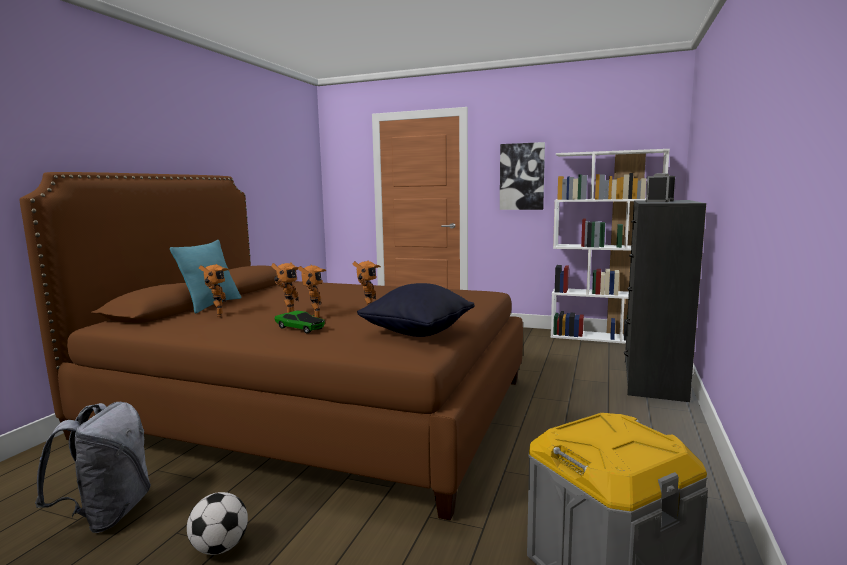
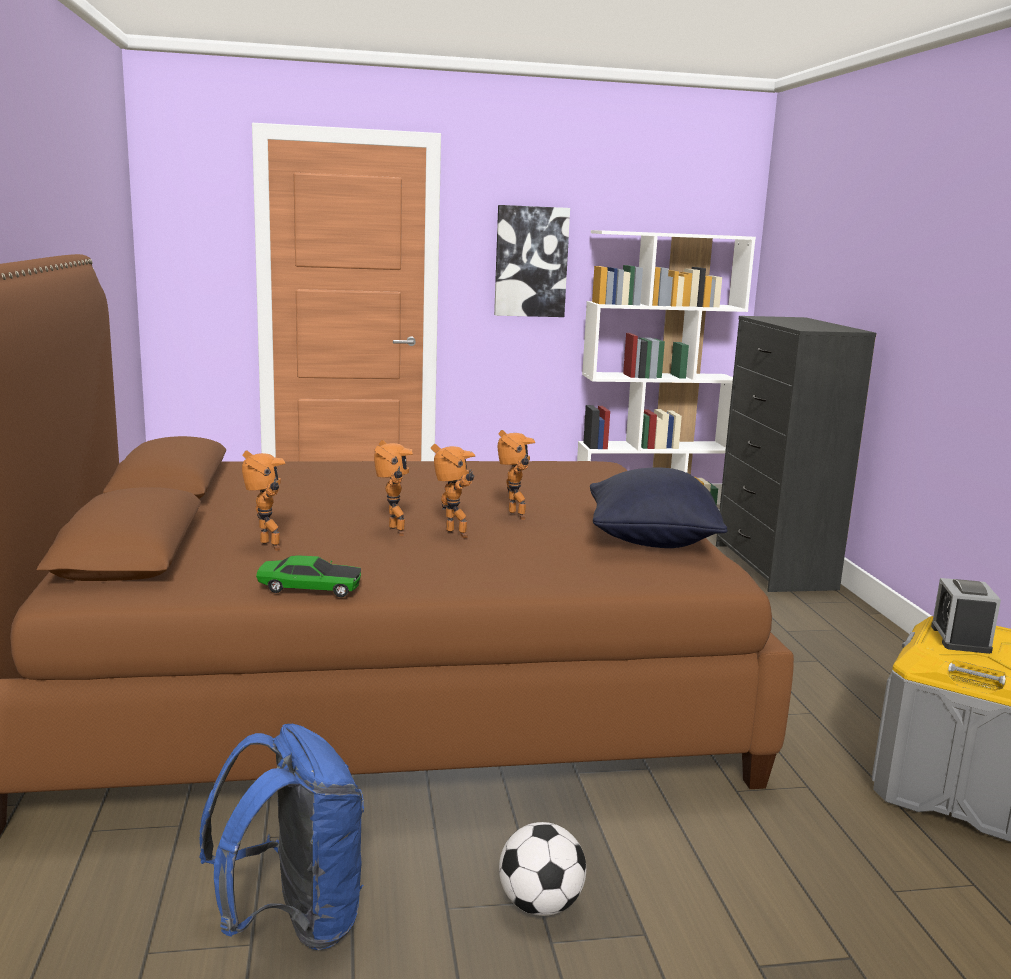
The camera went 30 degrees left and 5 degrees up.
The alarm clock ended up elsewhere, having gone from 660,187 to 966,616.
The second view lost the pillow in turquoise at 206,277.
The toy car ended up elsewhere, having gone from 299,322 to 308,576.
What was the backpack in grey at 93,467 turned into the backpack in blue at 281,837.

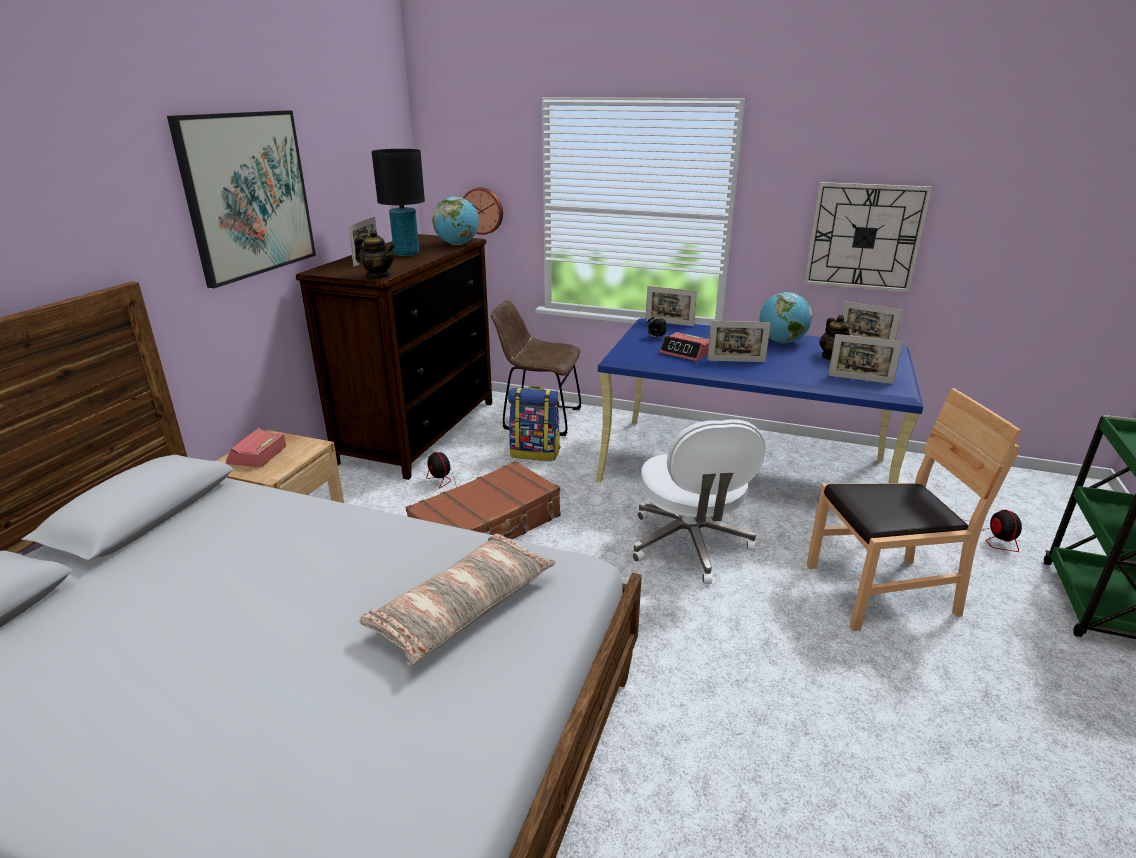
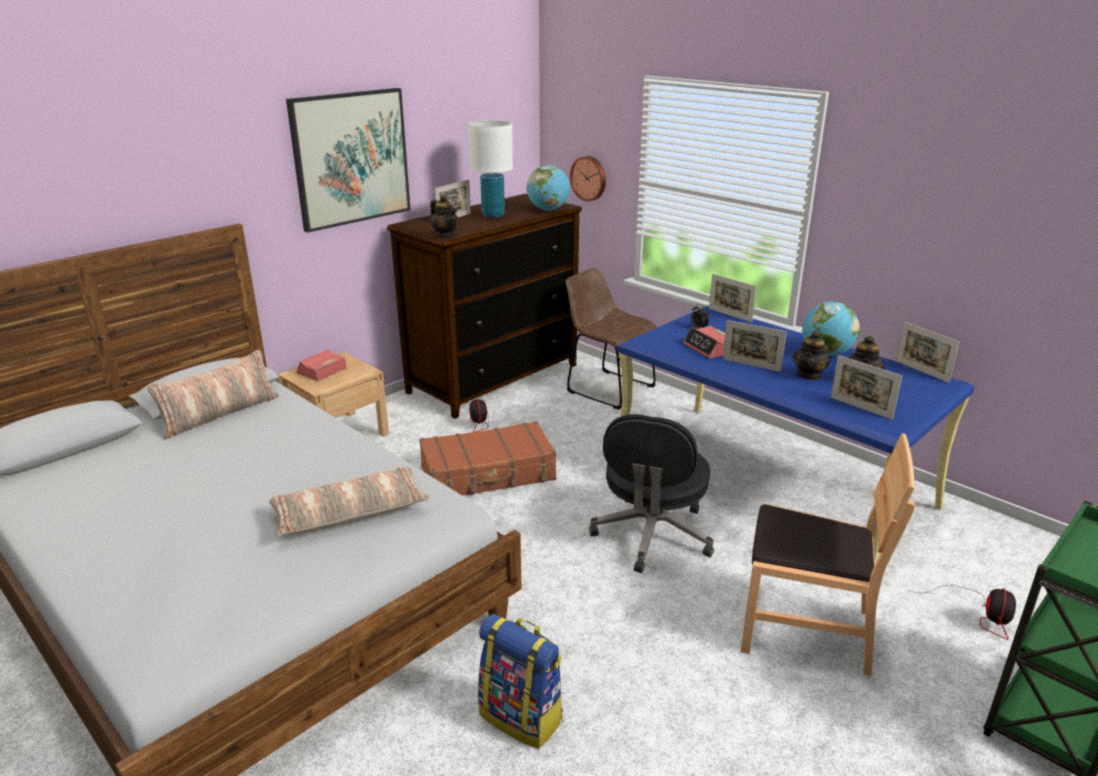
The camera went 25 degrees right and 0 degrees up.
What was the table lamp in black at 398,202 turned into the table lamp in white at 491,169.
The second view lost the wall clock at 868,237.
The backpack ended up elsewhere, having gone from 534,423 to 520,681.
What was the office chair in white at 698,501 turned into the office chair in black at 651,493.
The second view gained the teapot at 811,355.
The second view gained the pillow at 213,394.

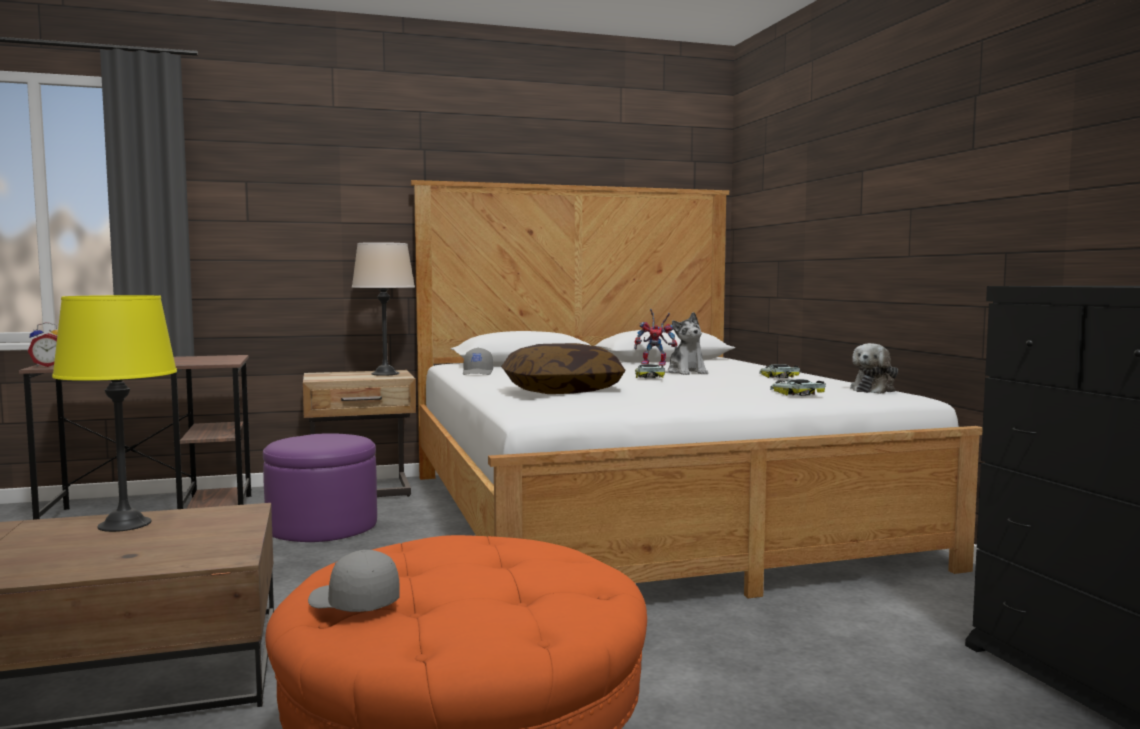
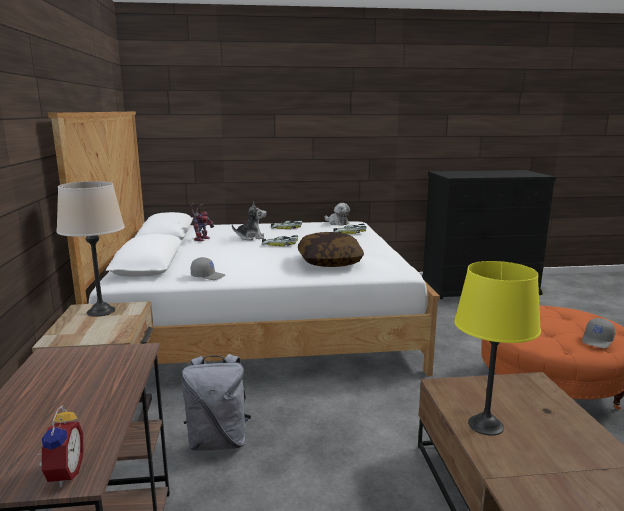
The camera went 80 degrees left and 10 degrees up.
Where the ottoman in purple stood at 320,487, the backpack in grey came to stand at 216,402.

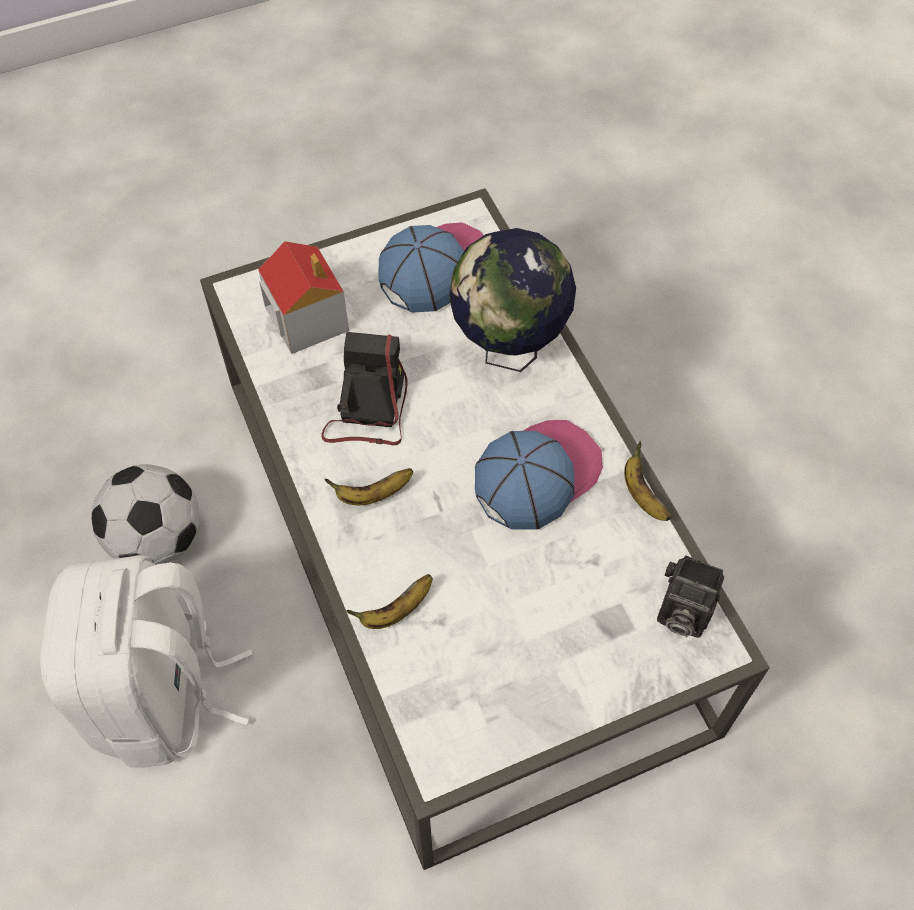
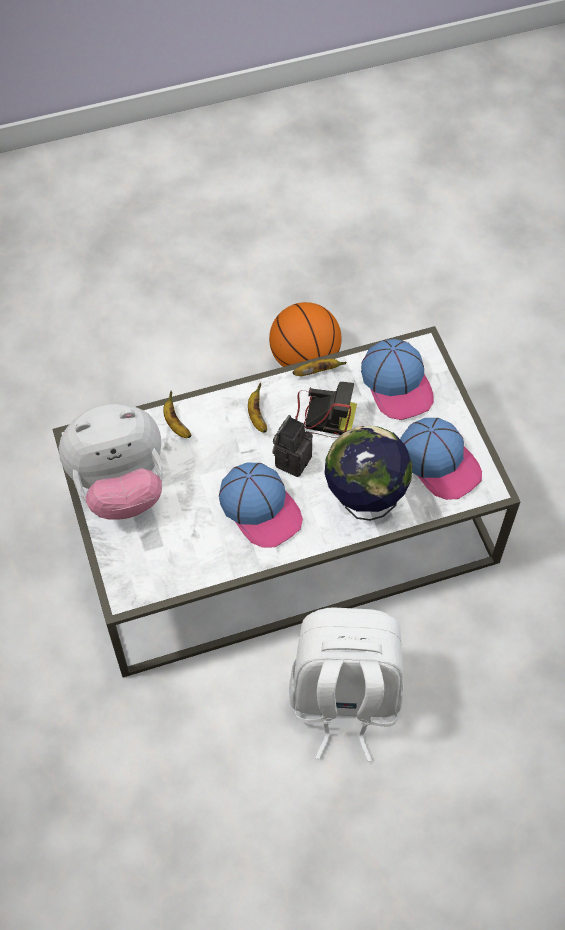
The camera went 95 degrees right and 0 degrees up.
Where the toy house stood at 303,297, the cap came to stand at 397,379.
The banana ended up elsewhere, having gone from 647,481 to 320,367.
Where the football stood at 145,514, the basketball came to stand at 305,334.
The backpack in white ended up elsewhere, having gone from 146,661 to 346,685.
The photo camera ended up elsewhere, having gone from 690,597 to 292,446.
The second view gained the plush toy at 111,462.

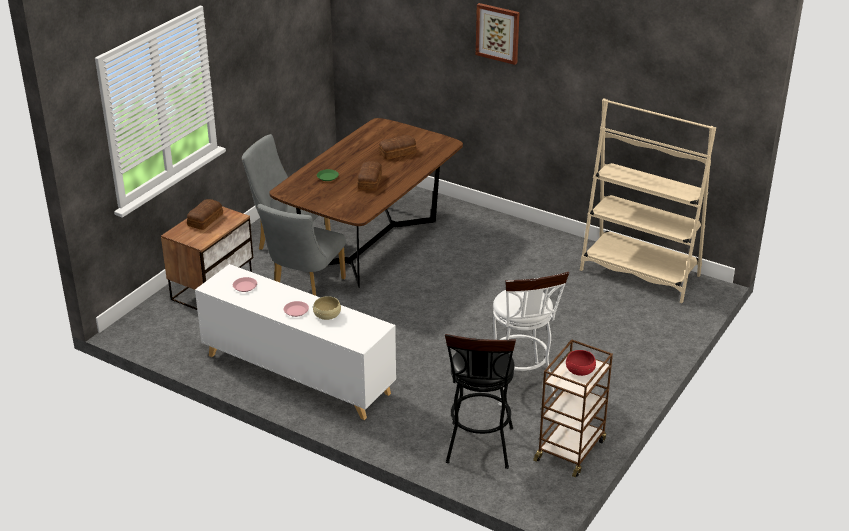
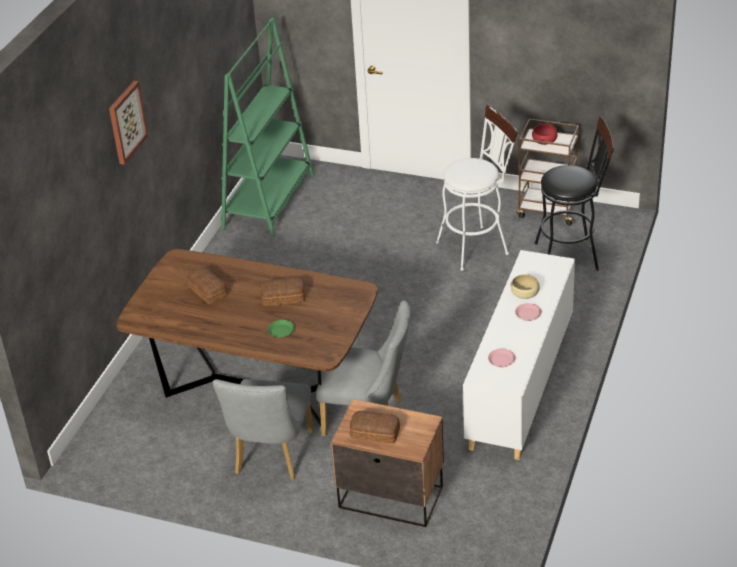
The camera went 100 degrees left and 5 degrees up.
What was the bookcase in beige at 648,200 turned into the bookcase in green at 267,127.

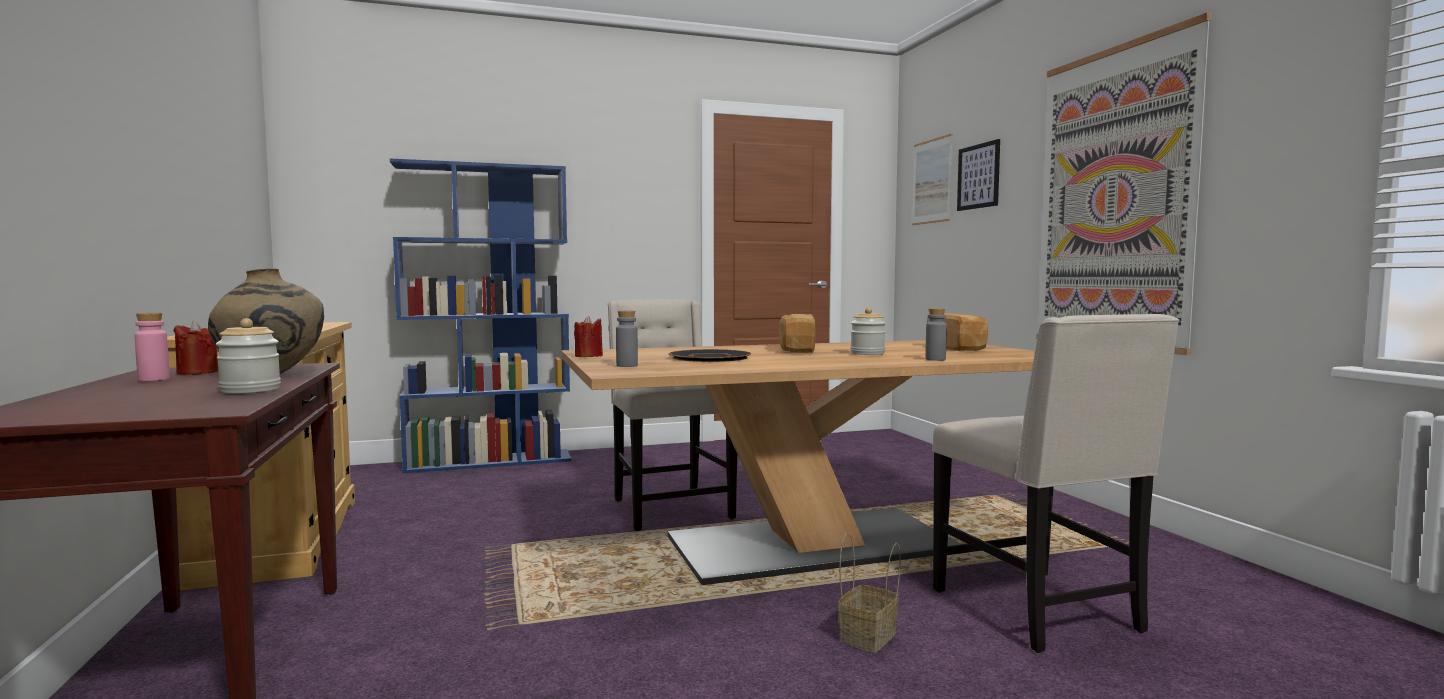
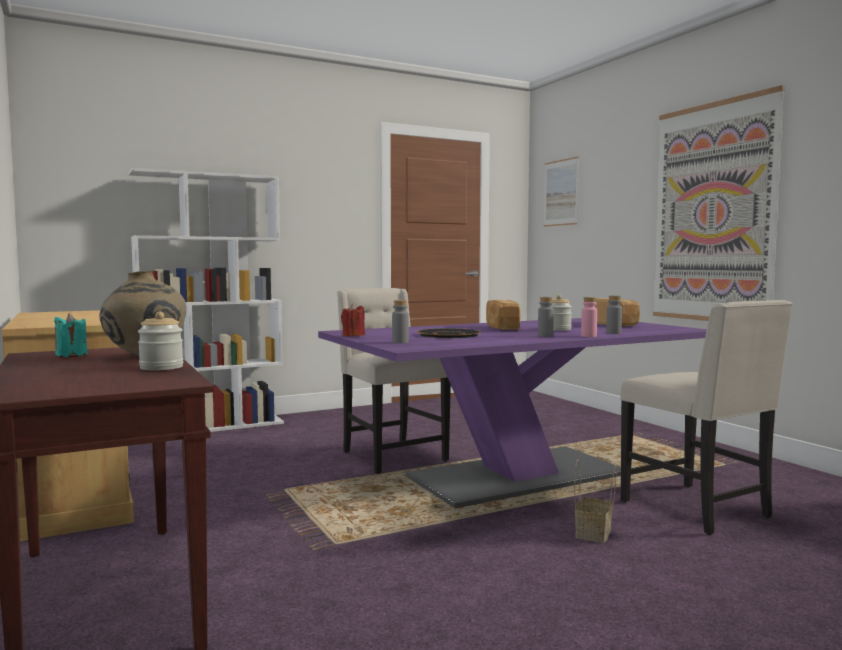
The camera went 10 degrees left and 0 degrees up.
The second view lost the picture at 978,175.
What was the bookcase in blue at 480,316 turned into the bookcase in white at 206,300.
The bottle in pink ended up elsewhere, having gone from 152,347 to 589,317.
What was the candle in red at 195,348 turned into the candle in turquoise at 70,335.
What was the dining table in beige at 798,462 turned into the dining table in purple at 512,413.
The second view gained the bottle in grey at 546,317.

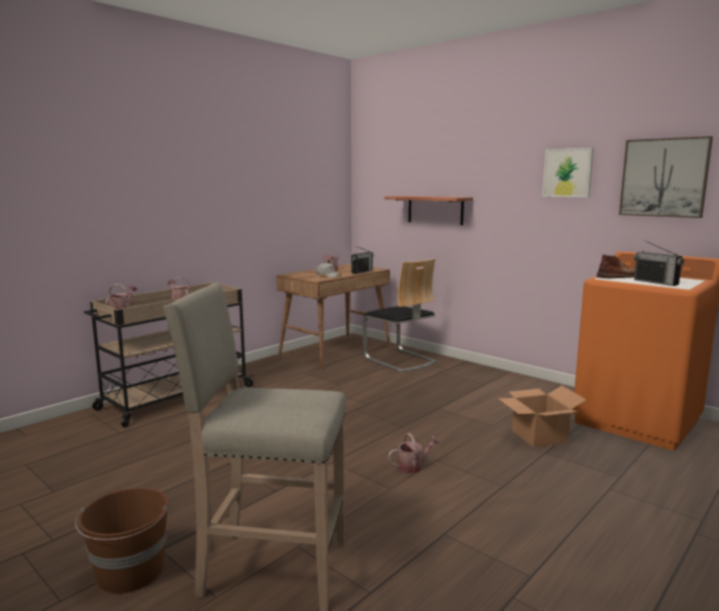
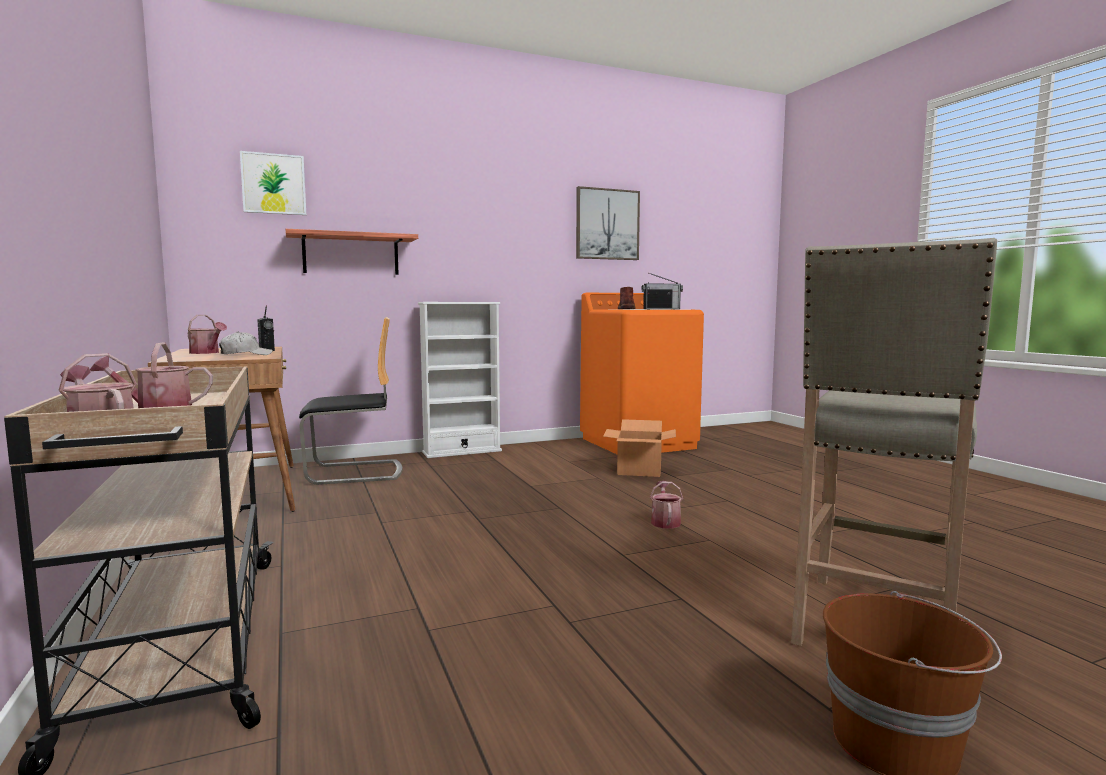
The camera went 65 degrees left and 5 degrees down.
The picture ended up elsewhere, having gone from 567,172 to 273,183.
The second view gained the bookcase in white at 460,380.

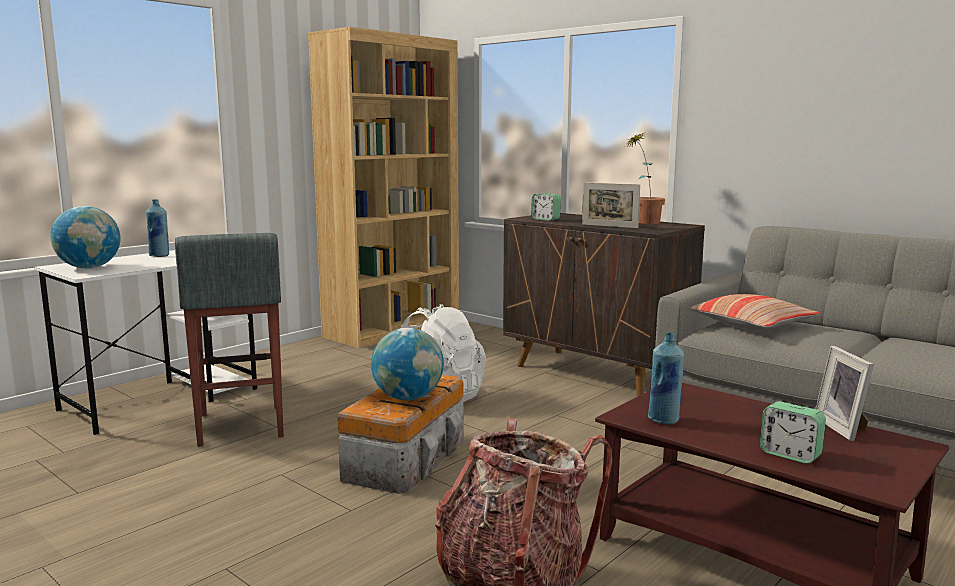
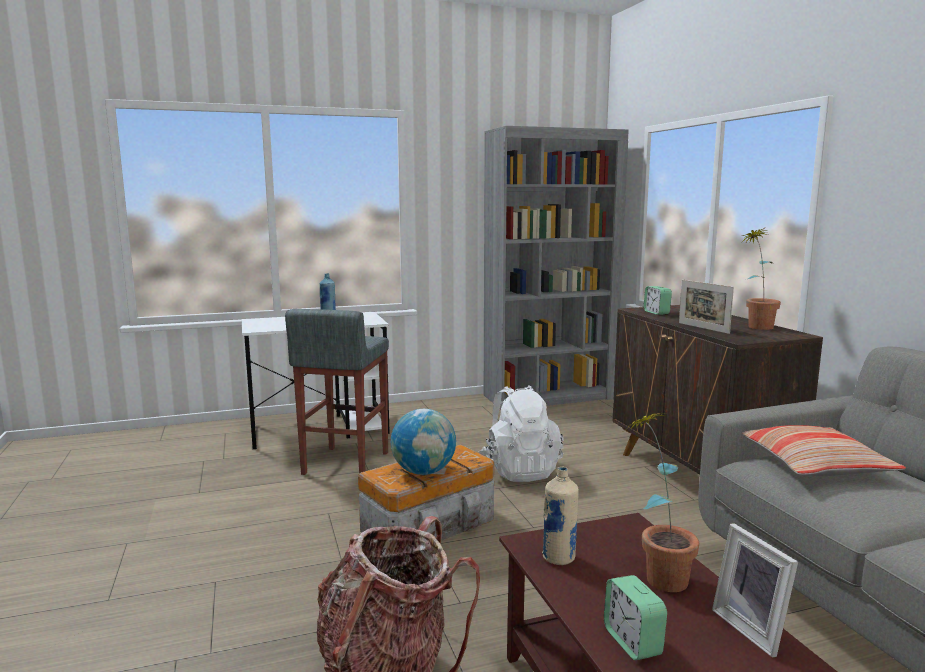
The camera went 30 degrees right and 0 degrees up.
What was the bookcase in brown at 383,187 turned into the bookcase in grey at 556,267.
The second view lost the globe at 85,237.
What was the bottle in blue at 666,378 turned into the bottle in beige at 560,515.
The picture frame at 844,393 ended up facing another way, 45 degrees counterclockwise from before.
The second view gained the potted plant at 661,502.

